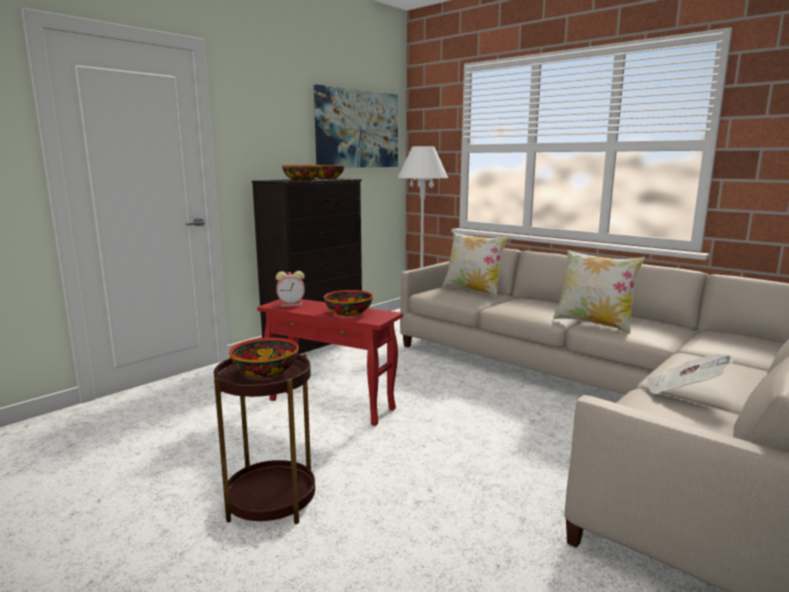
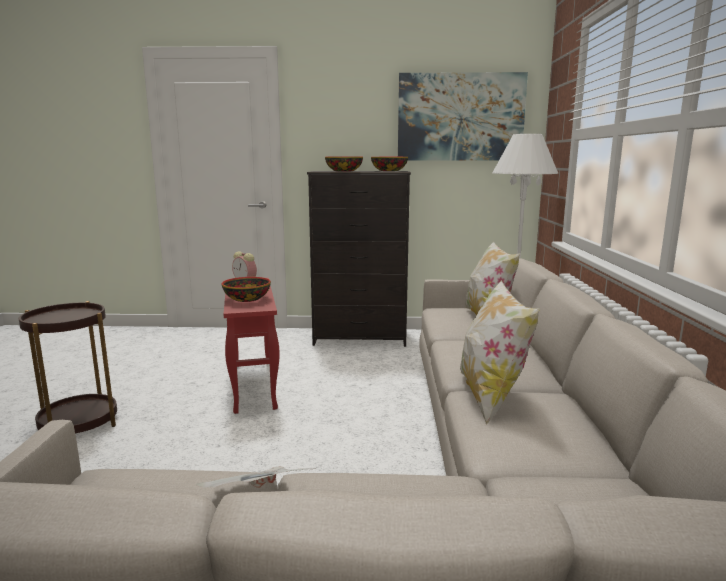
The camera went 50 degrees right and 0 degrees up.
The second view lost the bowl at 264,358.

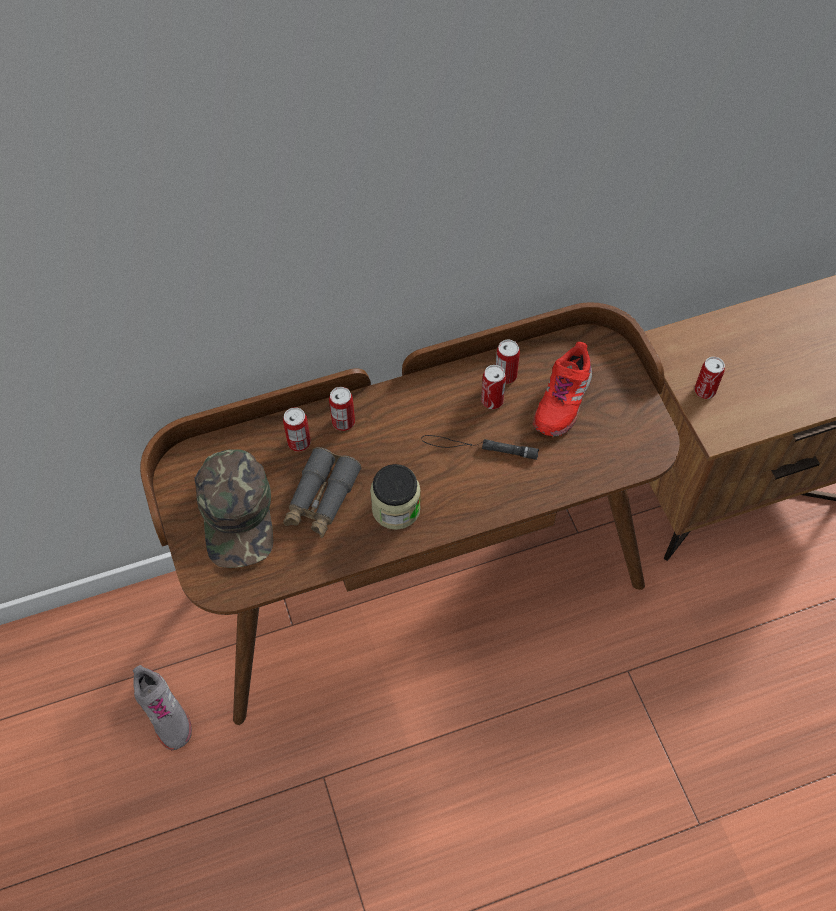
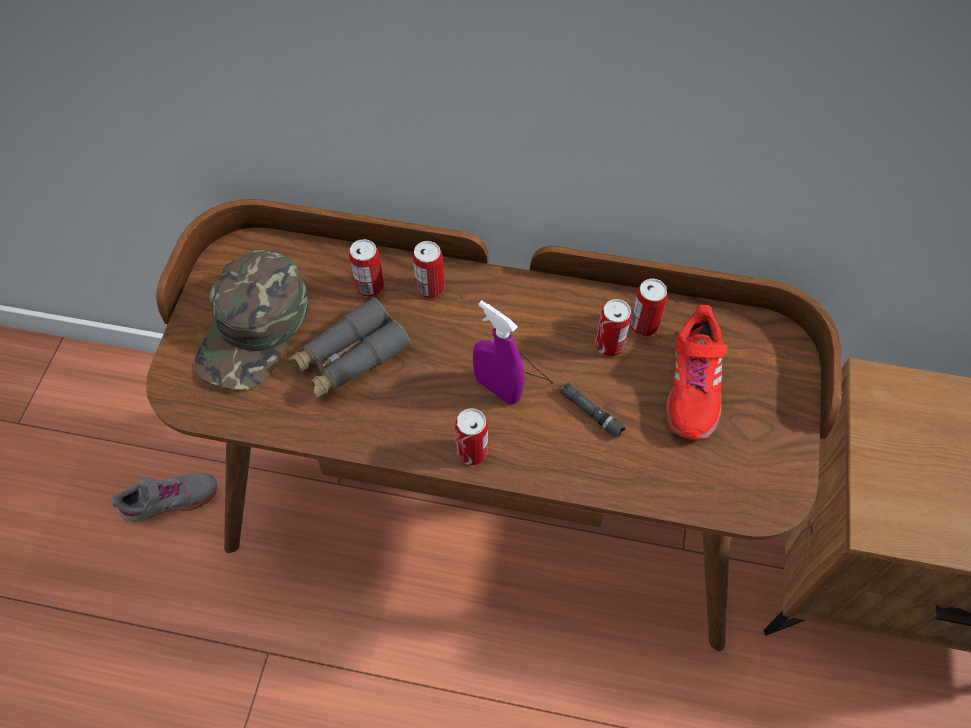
The camera went 30 degrees right and 0 degrees up.
The shoe in red at 562,389 ended up facing another way, 45 degrees counterclockwise from before.
The can ended up elsewhere, having gone from 709,378 to 471,436.
The second view lost the jar at 395,497.
The shoe in grey at 162,707 ended up facing another way, 105 degrees counterclockwise from before.
The second view gained the spray bottle in purple at 498,352.

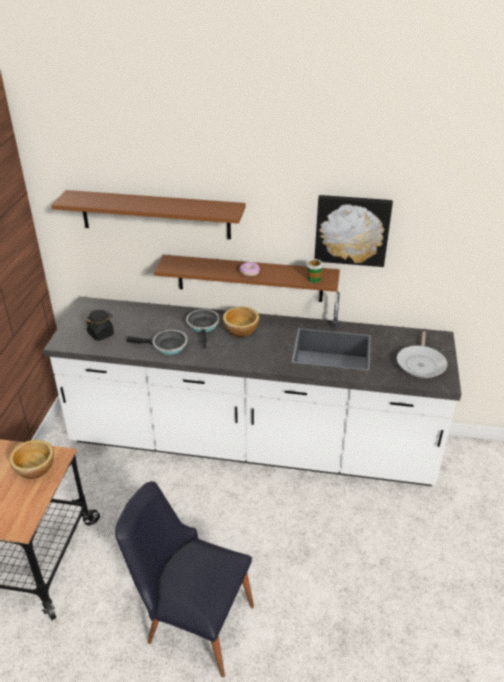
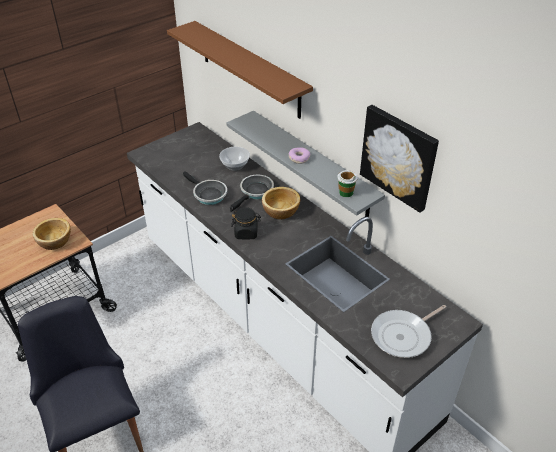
The camera went 40 degrees right and 5 degrees up.
What was the shelf in brown at 247,278 turned into the shelf in grey at 306,164.
The jar in black ended up elsewhere, having gone from 100,325 to 246,223.
The second view gained the bowl at 234,159.

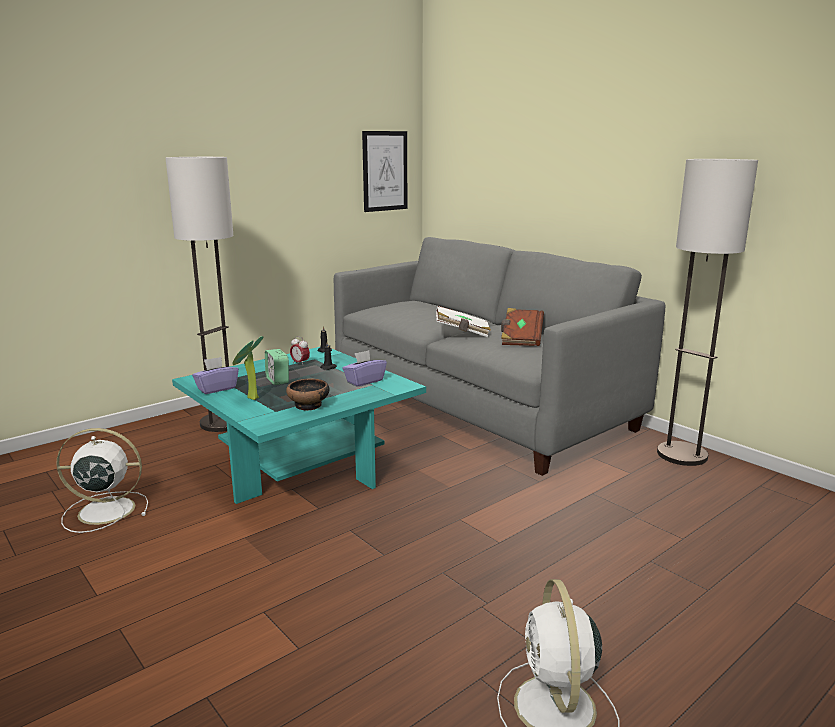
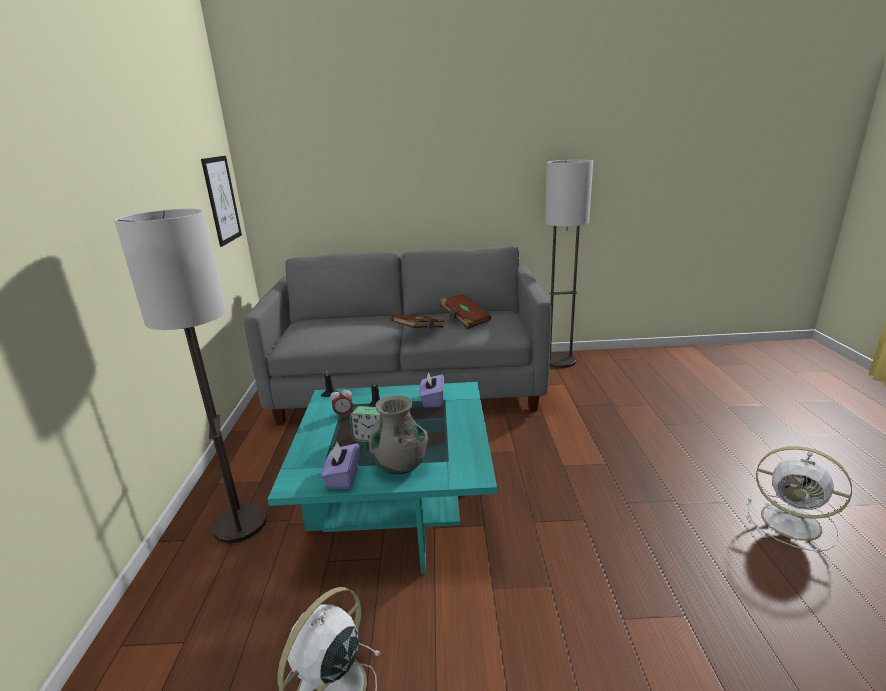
The camera went 50 degrees left and 5 degrees up.
What was the book in white at 463,321 turned into the book in brown at 417,322.
Where the potted plant stood at 247,368, the vase in grey came to stand at 398,435.
The second view lost the bowl at 308,394.

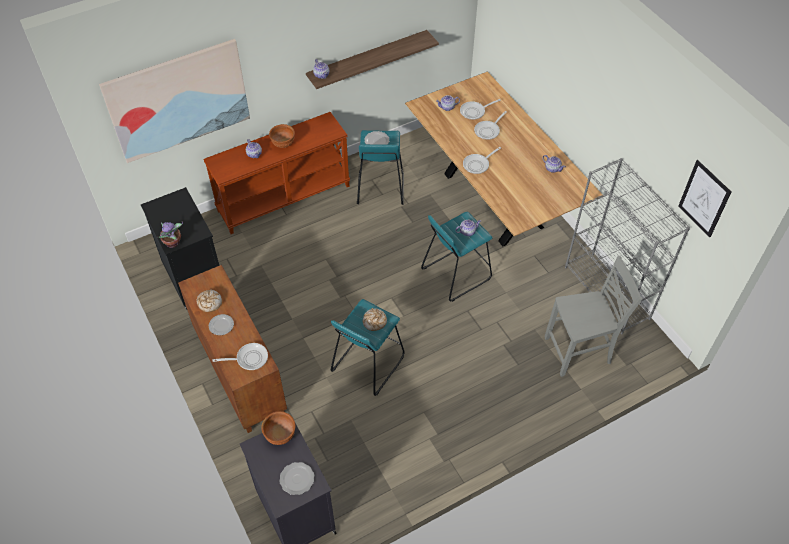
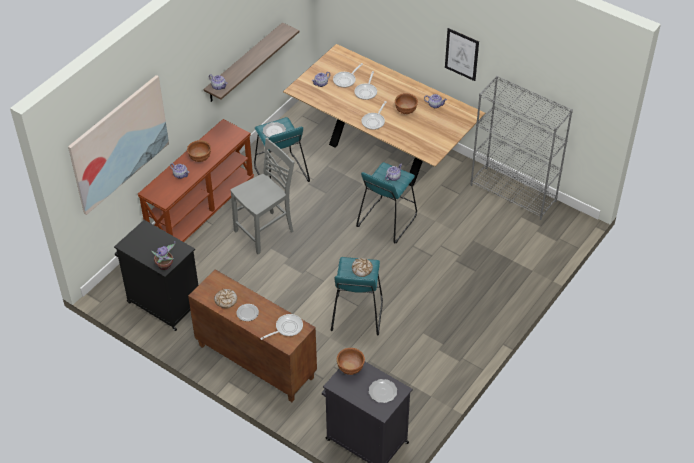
The camera went 25 degrees left and 5 degrees down.
The picture ended up elsewhere, having gone from 704,198 to 462,54.
The chair in grey ended up elsewhere, having gone from 594,316 to 263,196.
The second view gained the bowl in brown at 406,103.

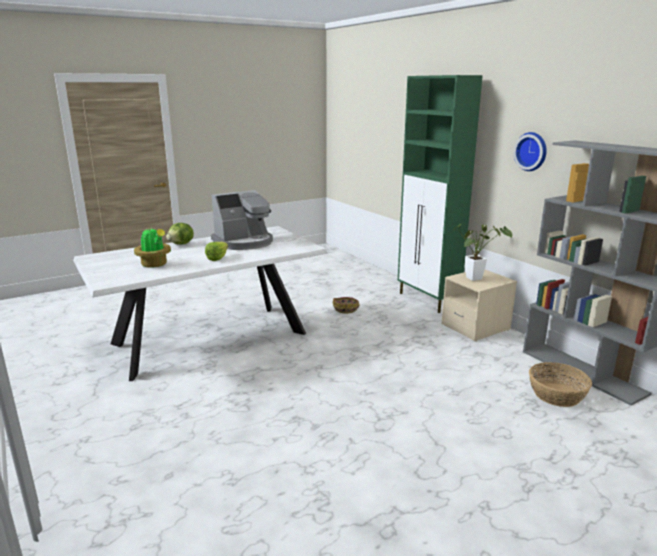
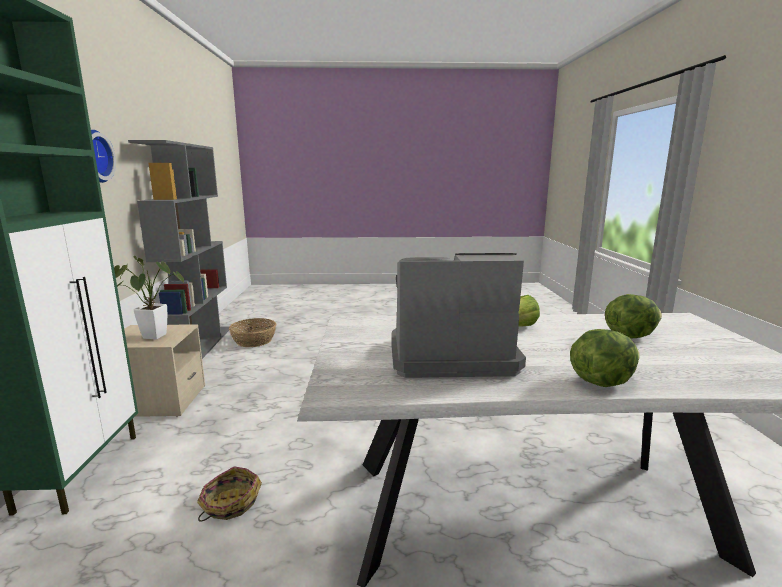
The camera went 150 degrees left and 5 degrees down.
Where the potted plant stood at 152,248, the lettuce came to stand at 633,316.

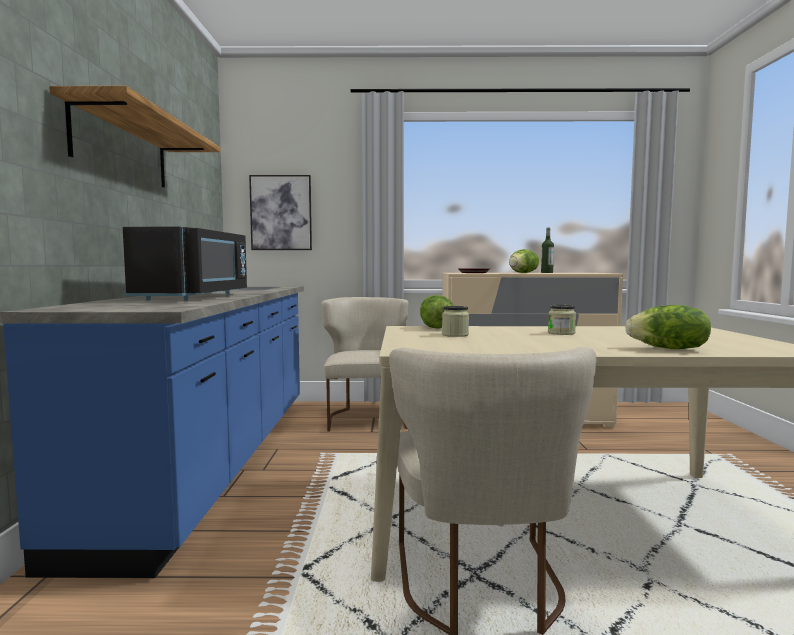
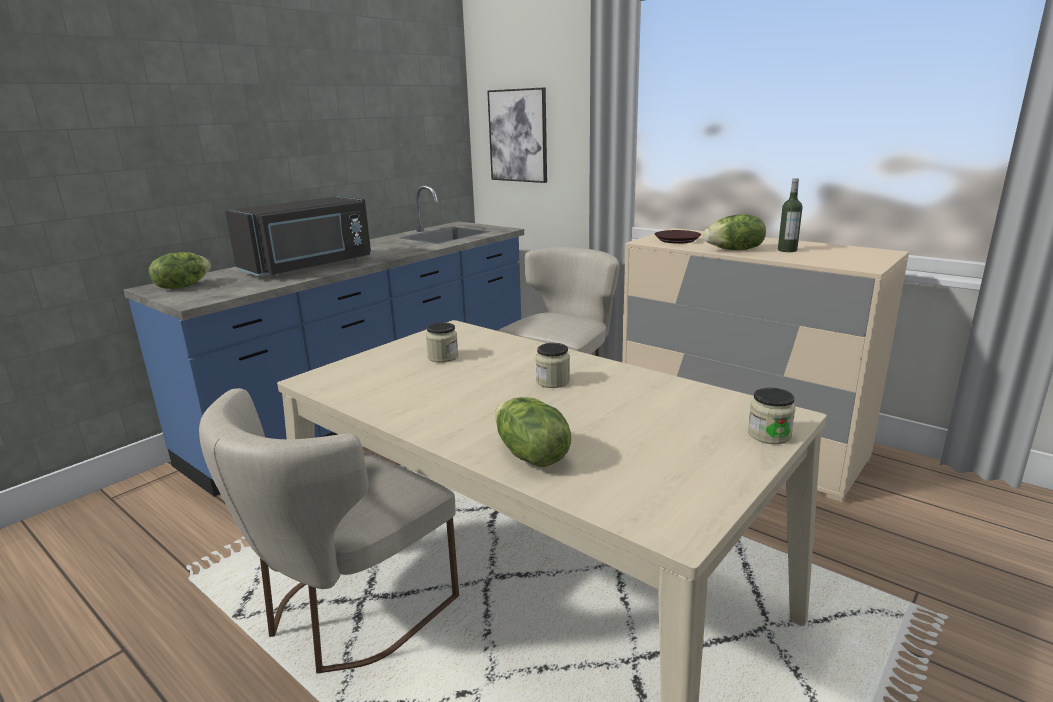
The camera went 40 degrees right and 15 degrees up.
The second view lost the shelf at 134,137.
The lettuce ended up elsewhere, having gone from 437,312 to 180,270.
The second view gained the jar at 772,416.

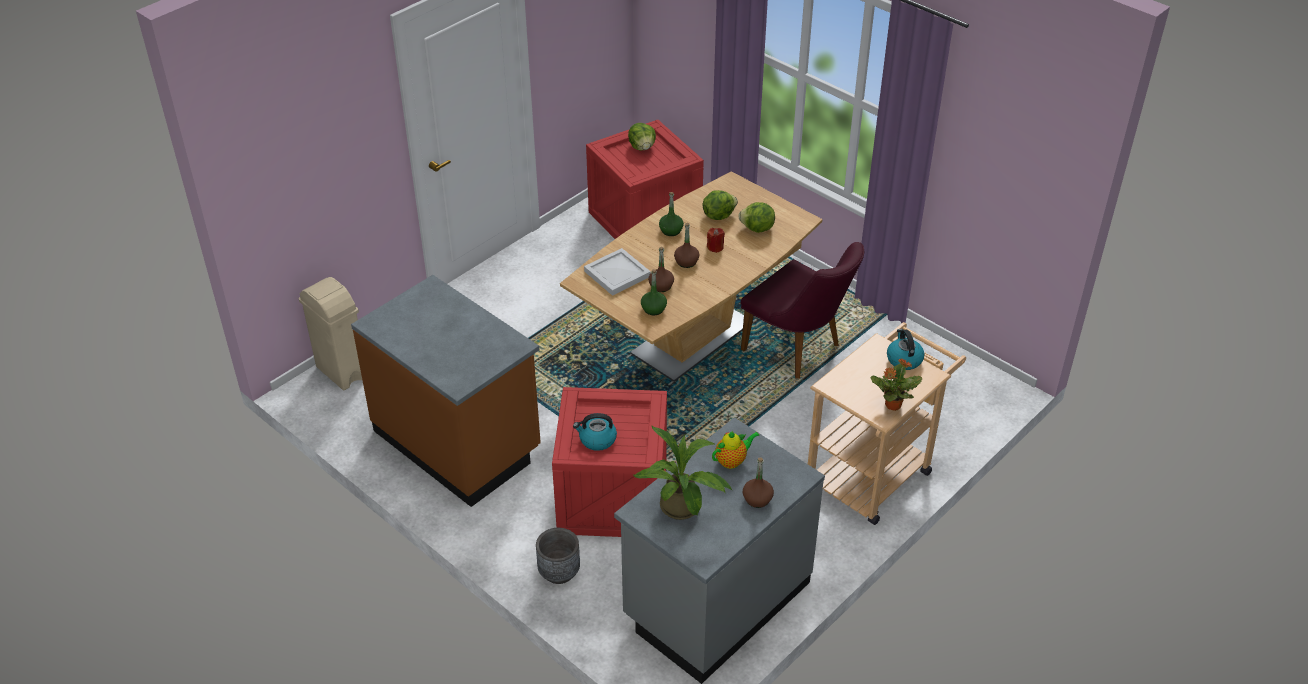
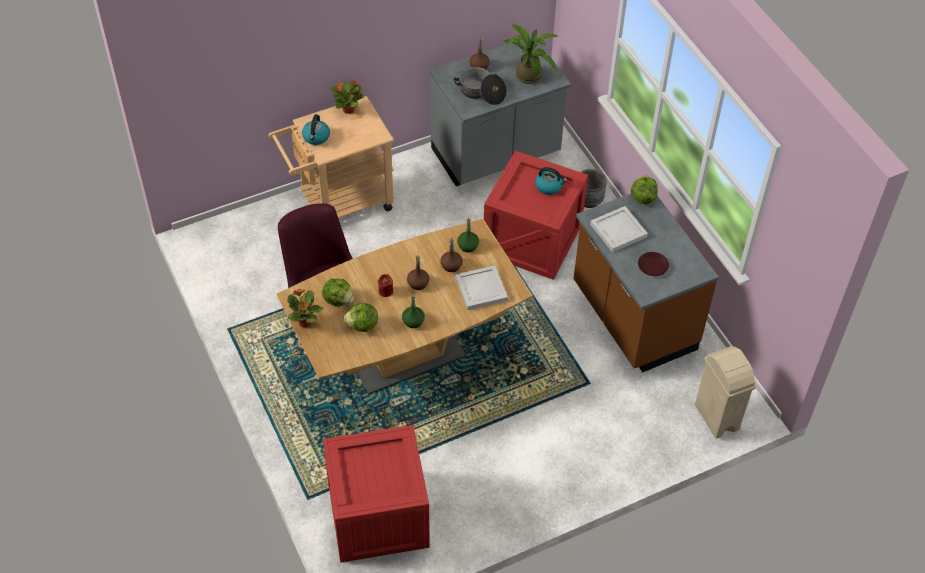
The camera went 160 degrees left and 10 degrees up.
The lettuce ended up elsewhere, having gone from 642,136 to 644,190.
Where the teapot stood at 735,450, the cooking pot came to stand at 480,86.
The second view gained the tray in white at 619,229.
The second view gained the plate in brown at 653,264.
The second view gained the potted plant at 305,308.

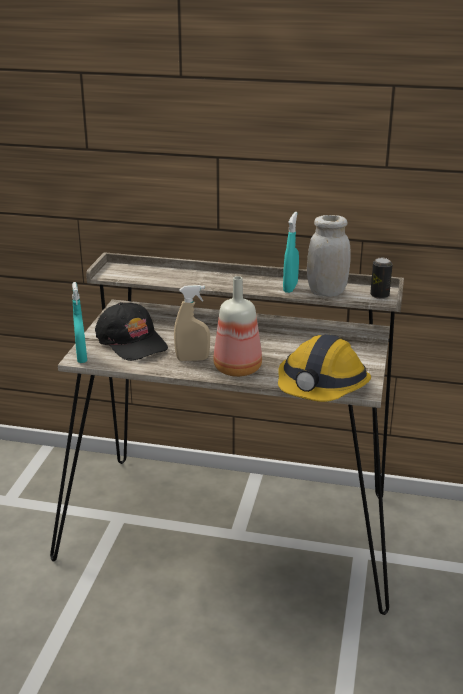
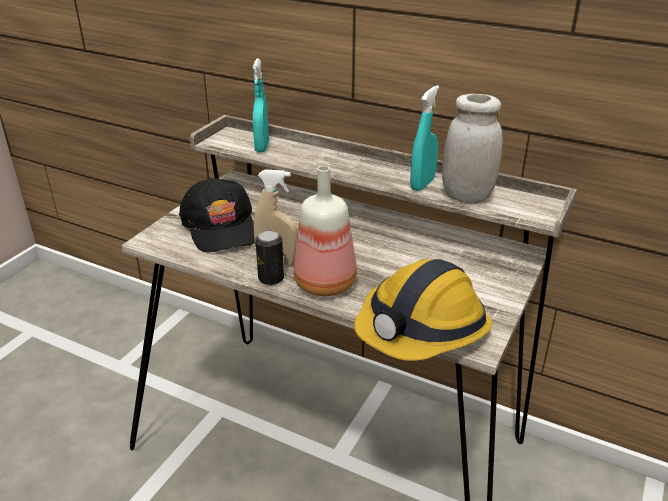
The camera went 15 degrees right and 5 degrees up.
The can ended up elsewhere, having gone from 381,278 to 269,257.
The spray bottle in turquoise ended up elsewhere, having gone from 79,322 to 261,105.

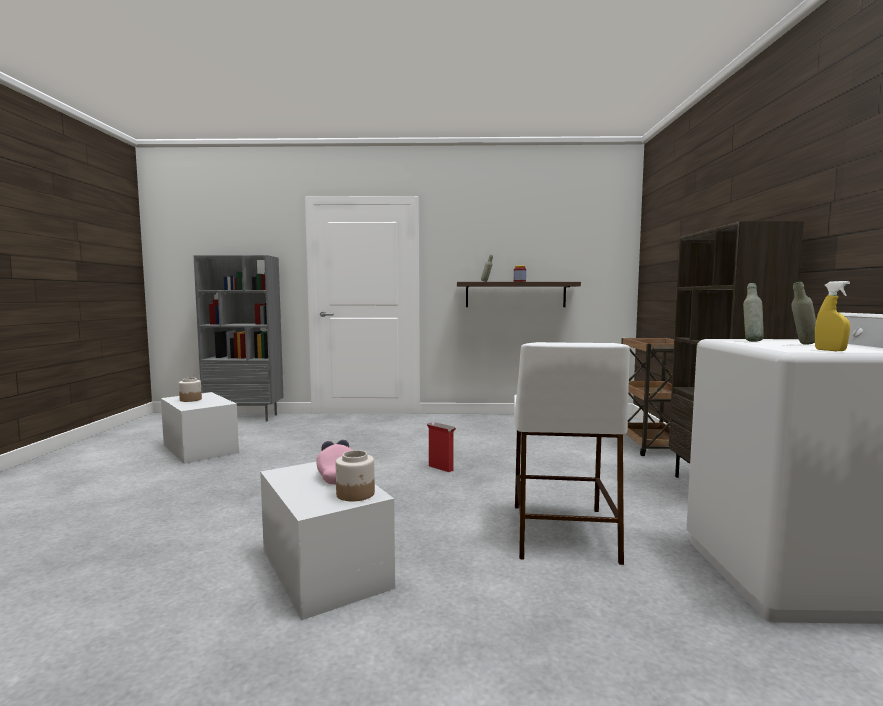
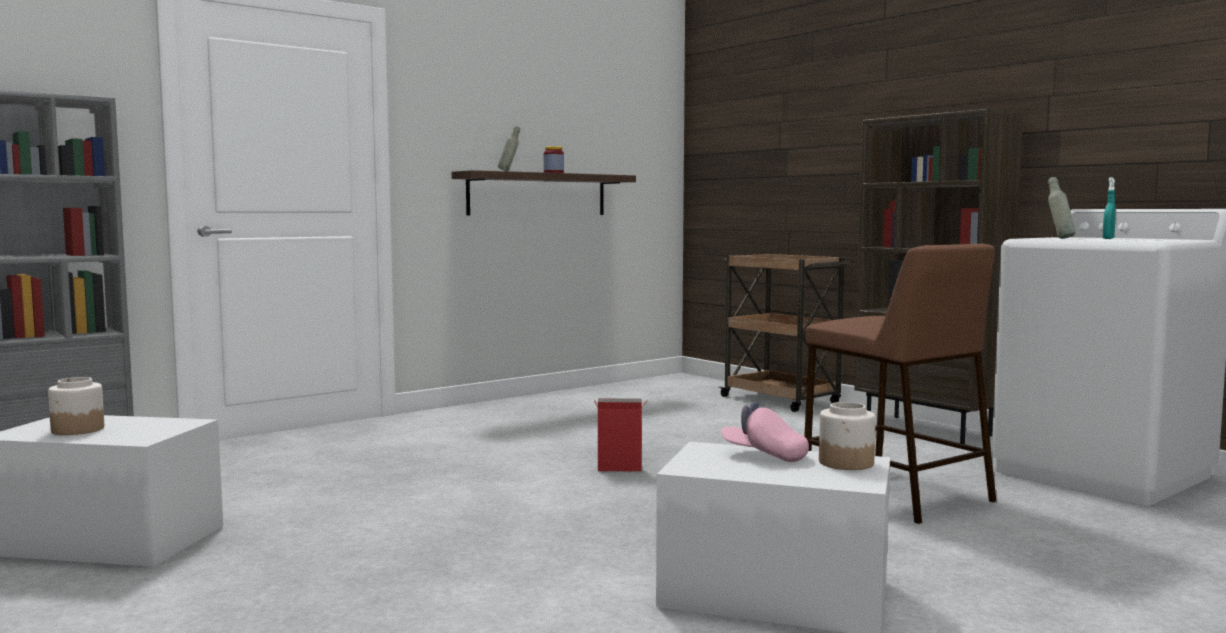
The camera went 40 degrees left and 0 degrees up.
The second view lost the spray bottle in yellow at 832,316.
Where the bottle in grey stood at 803,313, the spray bottle in turquoise came to stand at 1109,208.
What was the stool in white at 572,453 turned into the stool in brown at 900,384.

